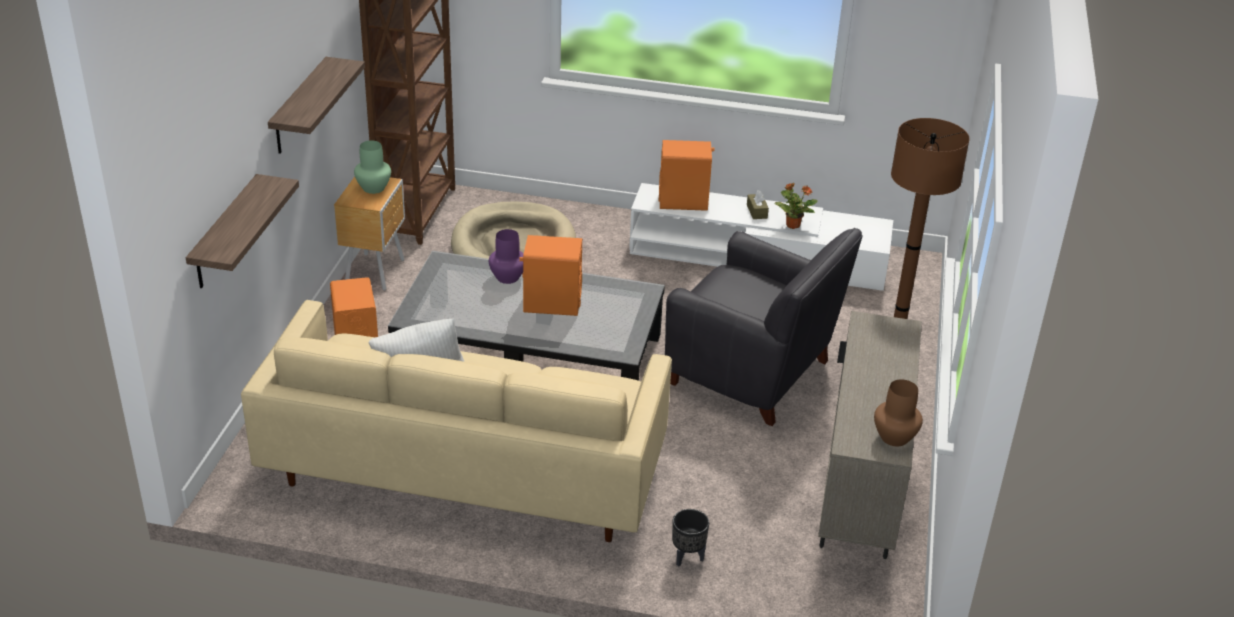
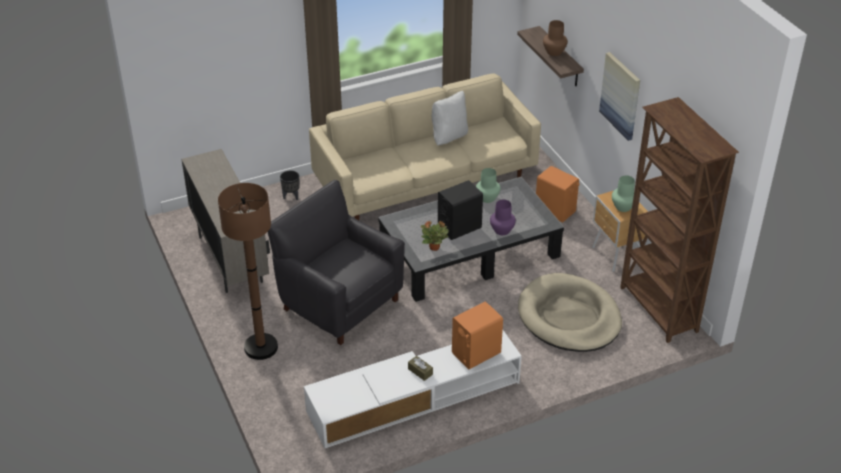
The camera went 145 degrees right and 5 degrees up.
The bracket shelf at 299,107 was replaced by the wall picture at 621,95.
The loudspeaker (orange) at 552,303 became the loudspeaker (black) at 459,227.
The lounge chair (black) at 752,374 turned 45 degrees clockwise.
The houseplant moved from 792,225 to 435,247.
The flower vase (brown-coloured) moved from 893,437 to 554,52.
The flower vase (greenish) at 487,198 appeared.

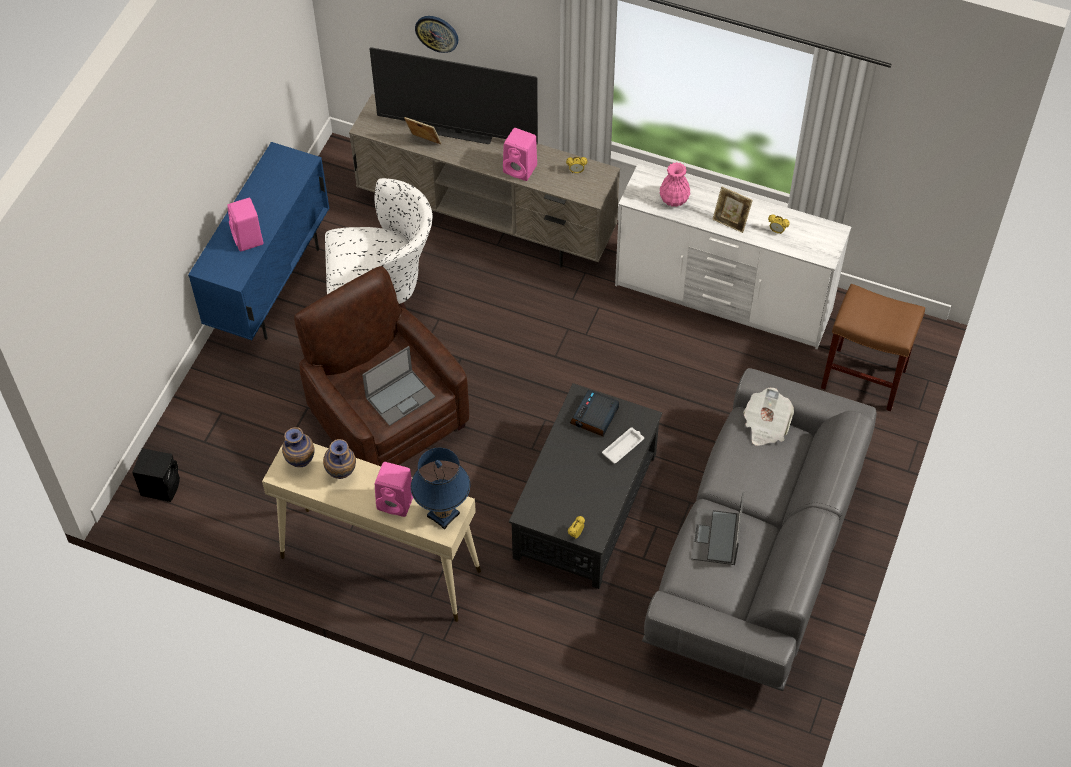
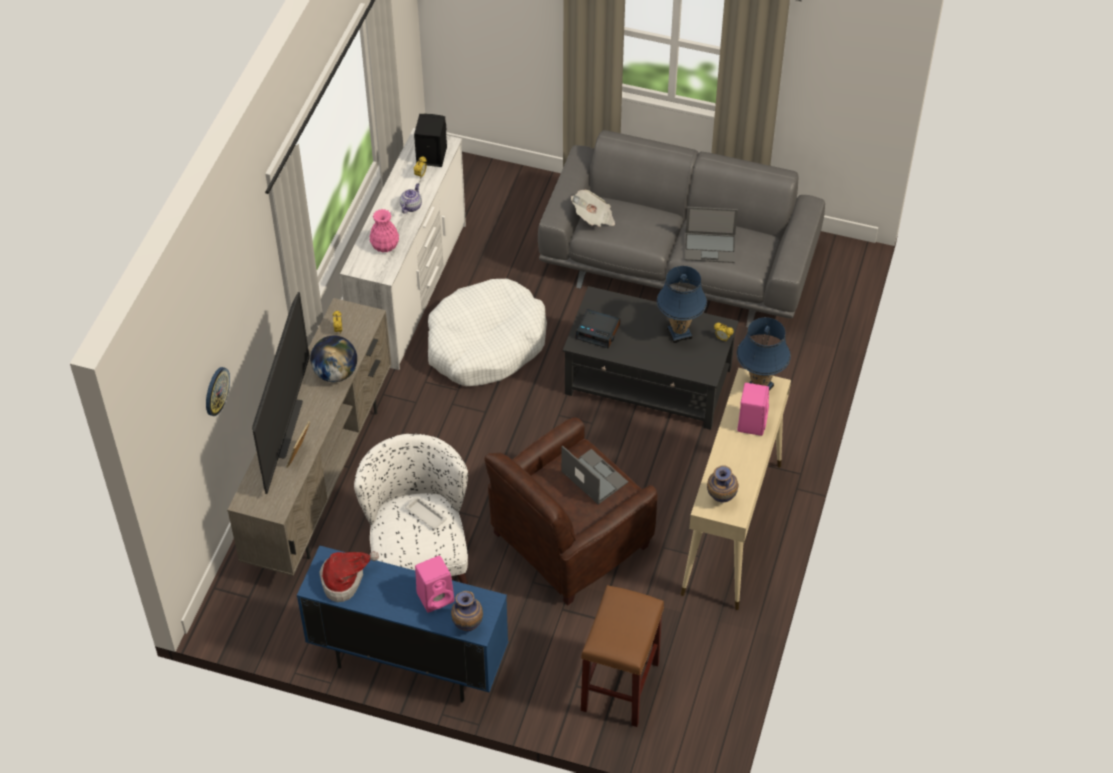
The camera went 95 degrees left and 5 degrees down.
The loudspeaker (black) moved from 161,486 to 430,155.
The flower vase moved from 342,474 to 468,626.
The loudspeaker (pink) at 521,169 was replaced by the world globe at 335,373.
The carrying tray (whitish) moved from 623,446 to 425,514.
The photo frame at 730,222 was replaced by the pot for tea at 411,206.
The stool seat (brown-coloured) moved from 862,378 to 620,687.
The hat at 345,580 appeared.
The dog bed (whitish) at 485,344 appeared.
The tabletop lamp (blue-coloured) at 679,333 appeared.

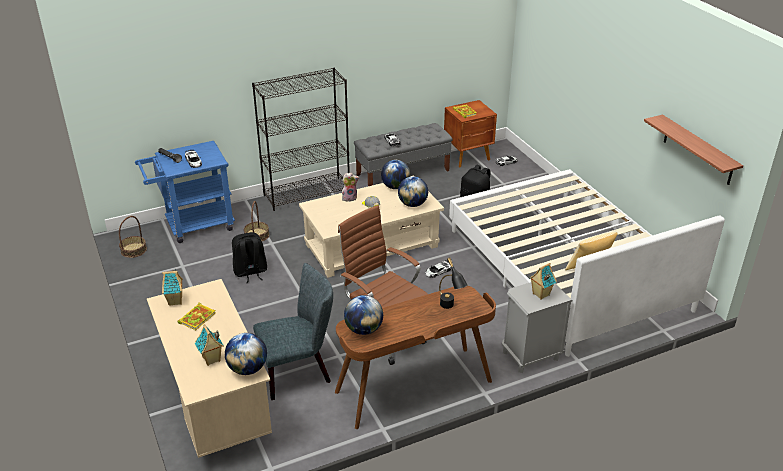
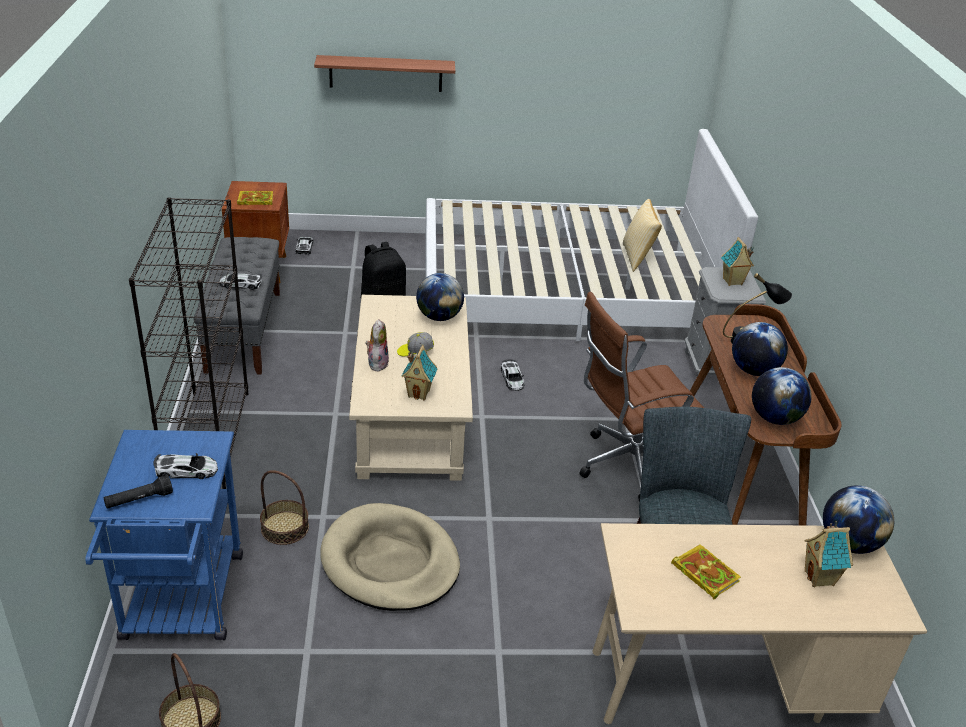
The camera went 70 degrees left and 0 degrees up.
The toy house moved from 176,301 to 419,393.
The knapsack (black) at 250,272 was replaced by the dog bed (sand-coloured) at 390,562.
The world globe moved from 395,187 to 754,371.
The bracket shelf moved from 698,150 to 386,73.

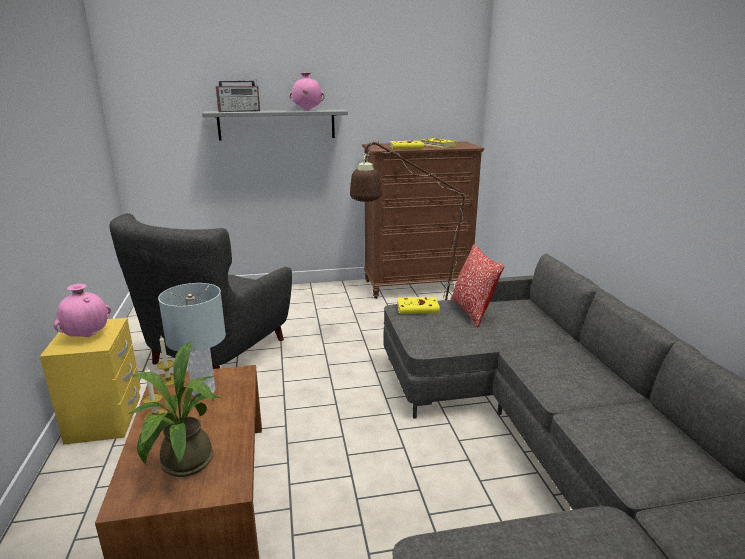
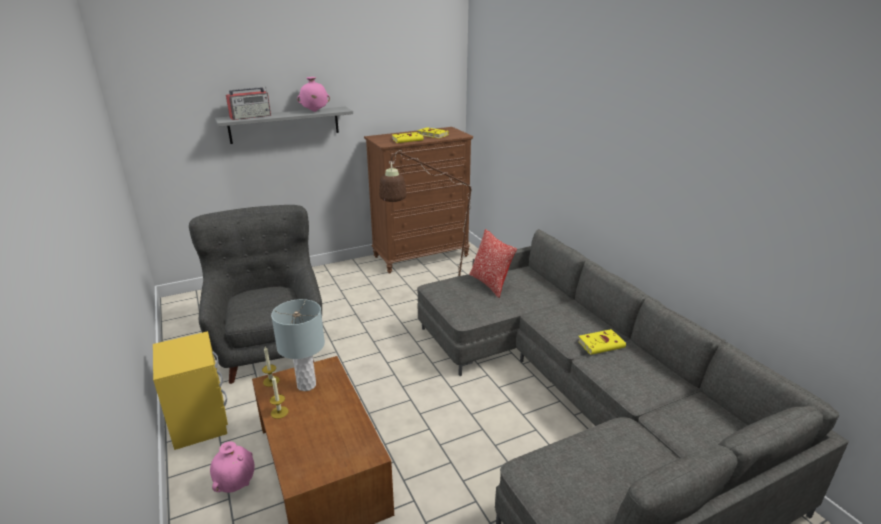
The camera went 15 degrees left and 5 degrees up.
The flower vase (pink) moved from 88,336 to 236,484.
The lounge chair (gray) at 217,353 turned 150 degrees clockwise.
The houseplant at 183,466 disappeared.
The volume (yellowish) moved from 419,308 to 602,344.

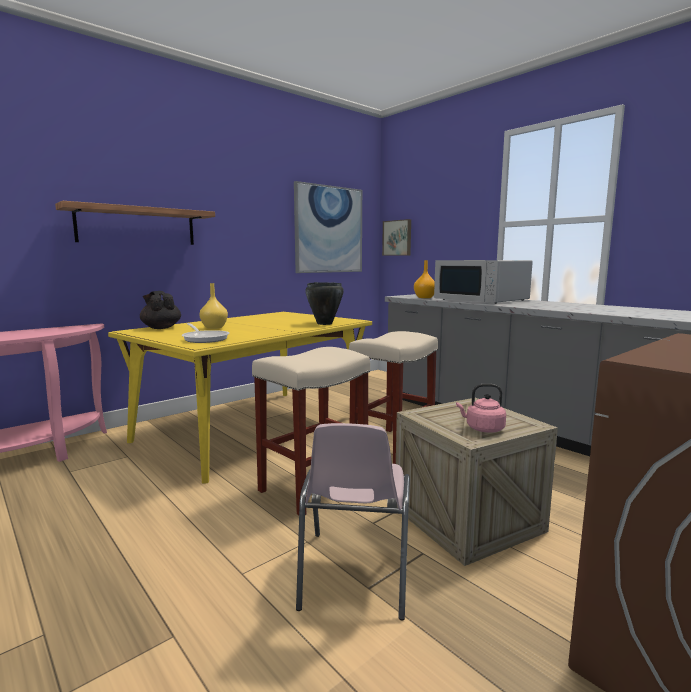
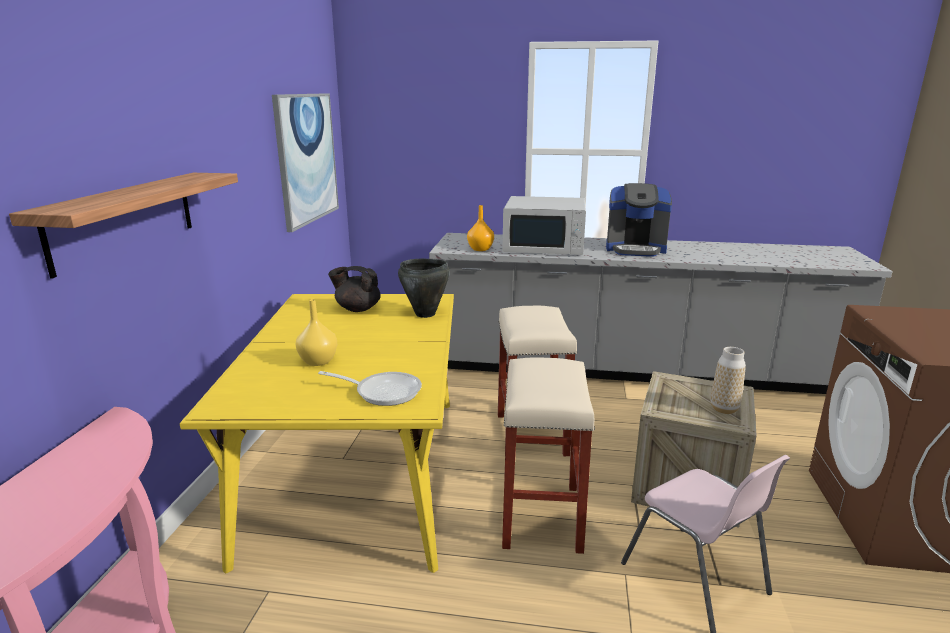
The camera went 40 degrees left and 10 degrees up.
The pot for tea (black) moved from 161,328 to 357,309.
The wall picture at 397,238 disappeared.
The kettle (pink) at 482,429 was replaced by the flower vase at 724,409.
The coffee machine at 635,249 appeared.

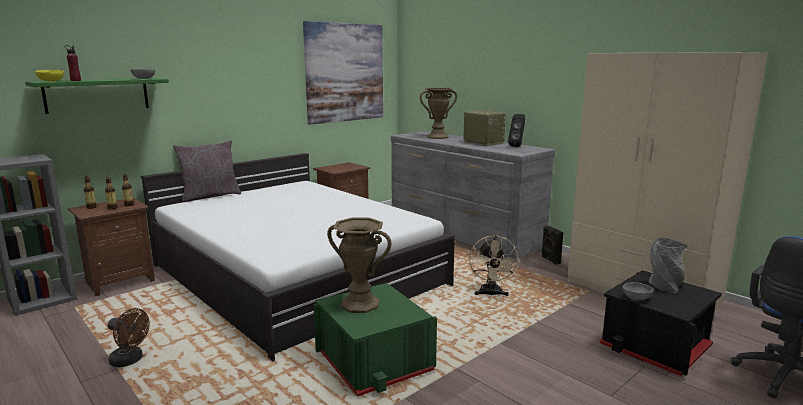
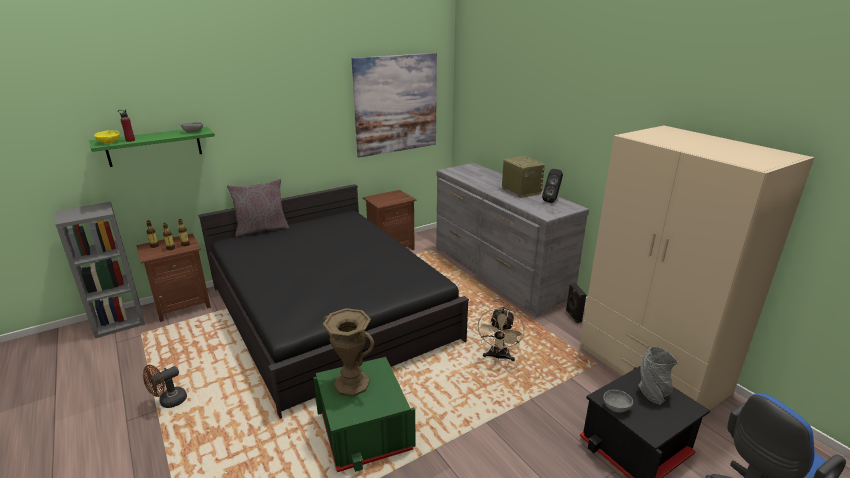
The camera went 10 degrees right and 10 degrees up.
The electric fan (brown-coloured) at 130,360 turned 105 degrees clockwise.
The sleeping bed (whitish) at 295,274 became the sleeping bed (black) at 329,312.
The flower vase (brown-coloured) at 437,137 disappeared.

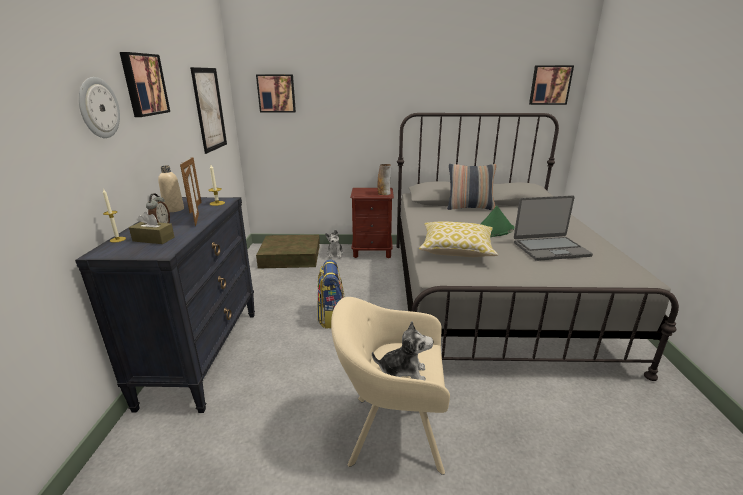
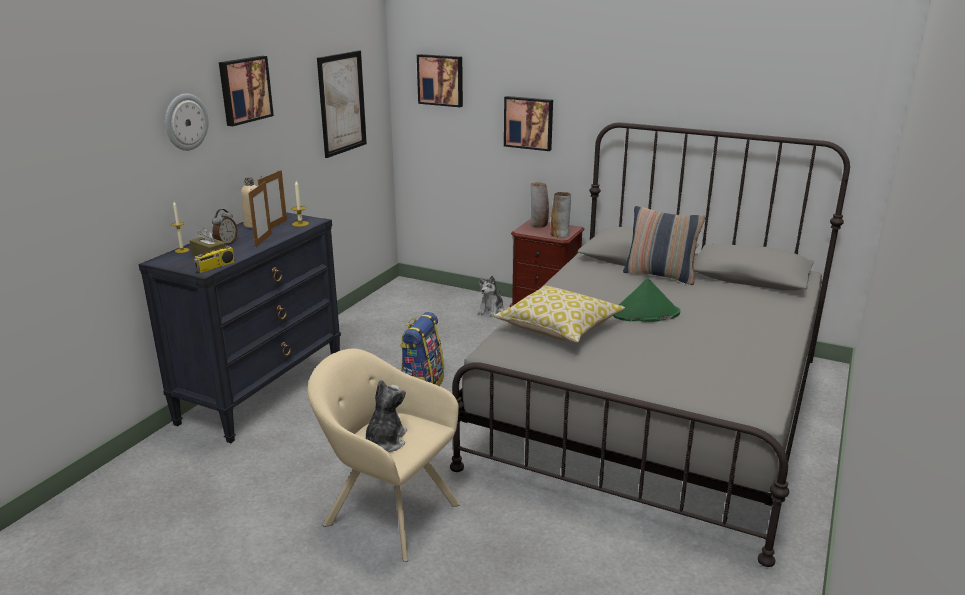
The camera went 25 degrees right and 0 degrees up.
The storage bin (brown-coloured) at 290,256 disappeared.
The cuddly toy at 403,373 turned 105 degrees counterclockwise.
The notebook computer at 550,249 disappeared.
The wall picture moved from 550,85 to 529,123.
The radio at 215,267 appeared.
The flower vase at 538,225 appeared.

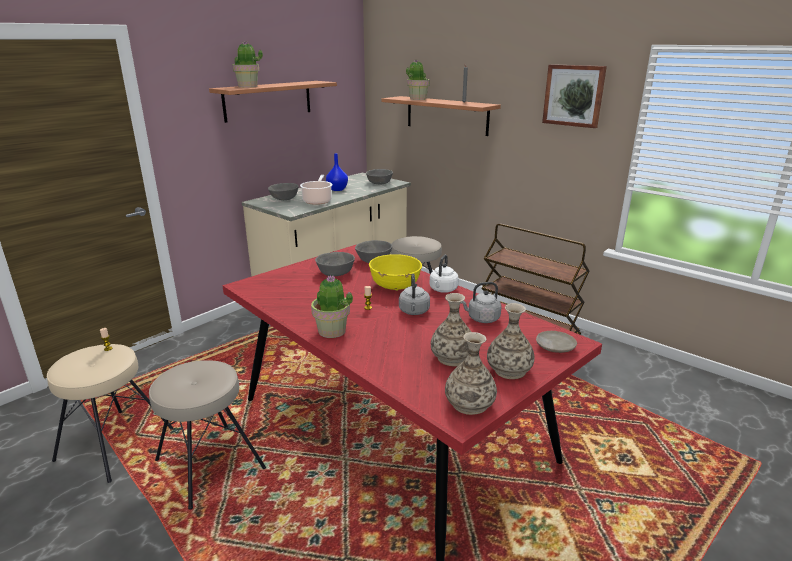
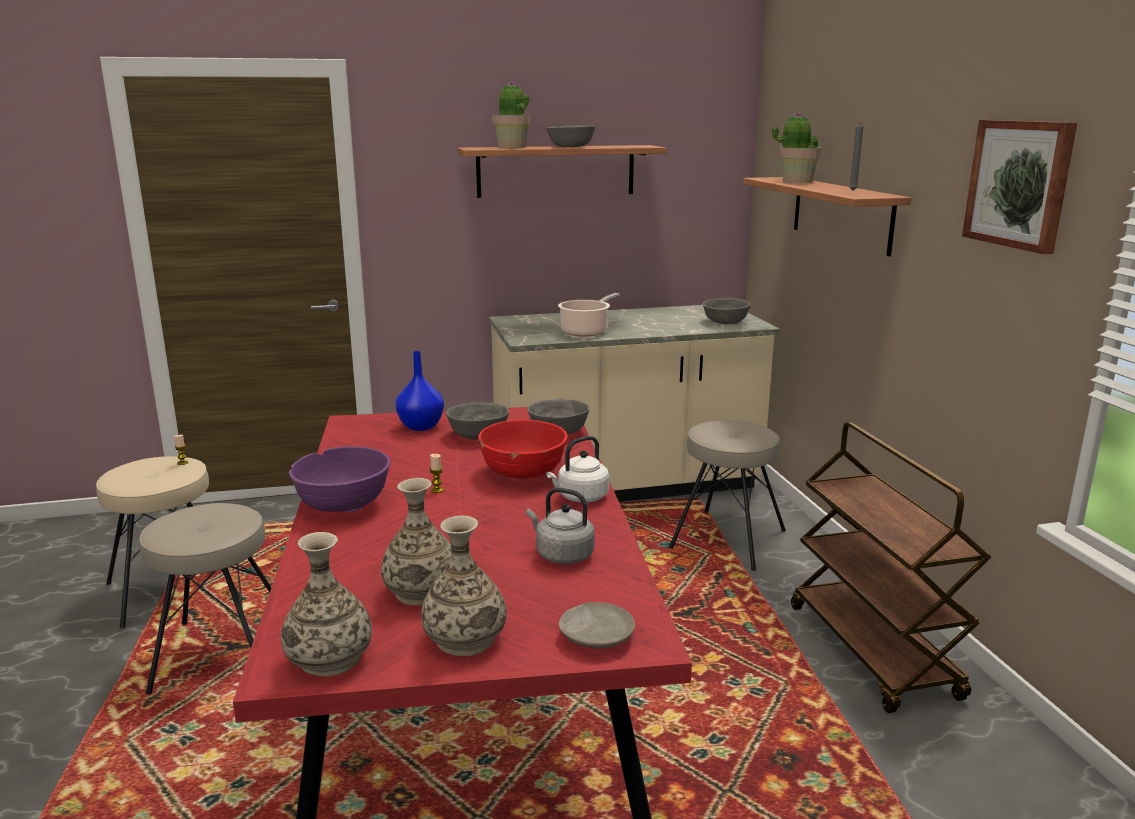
The camera went 35 degrees right and 5 degrees down.
The deep dish (gray) moved from 284,198 to 570,147.
The houseplant at 332,331 was replaced by the deep dish (purple-coloured) at 343,505.
The flower vase (blue-coloured) moved from 337,189 to 421,427.
The deep dish (yellowish) at 395,286 became the deep dish (red-coloured) at 523,473.
The kettle (gray) at 414,312 disappeared.

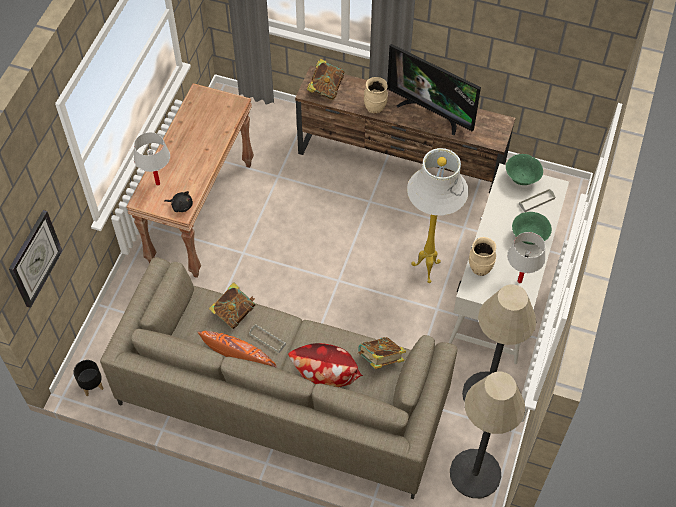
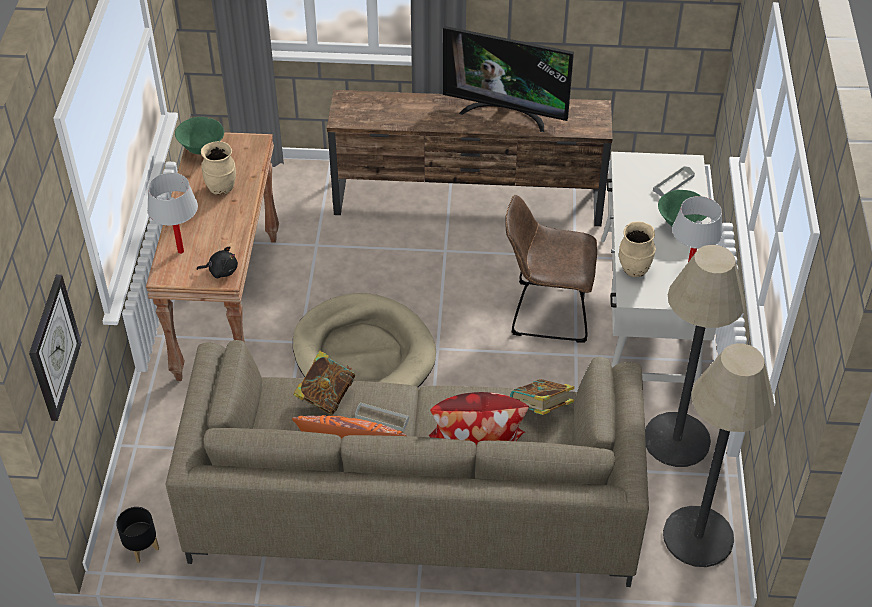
The camera went 15 degrees left and 10 degrees down.
The volume at 325,89 disappeared.
The flower vase (sand-coloured) moved from 375,108 to 222,188.
The floor lamp (whitish) at 427,268 was replaced by the plain chair (brown-coloured) at 546,311.
The deep dish (greenish) moved from 521,179 to 202,149.
The dog bed (sand-coloured) at 363,354 appeared.

